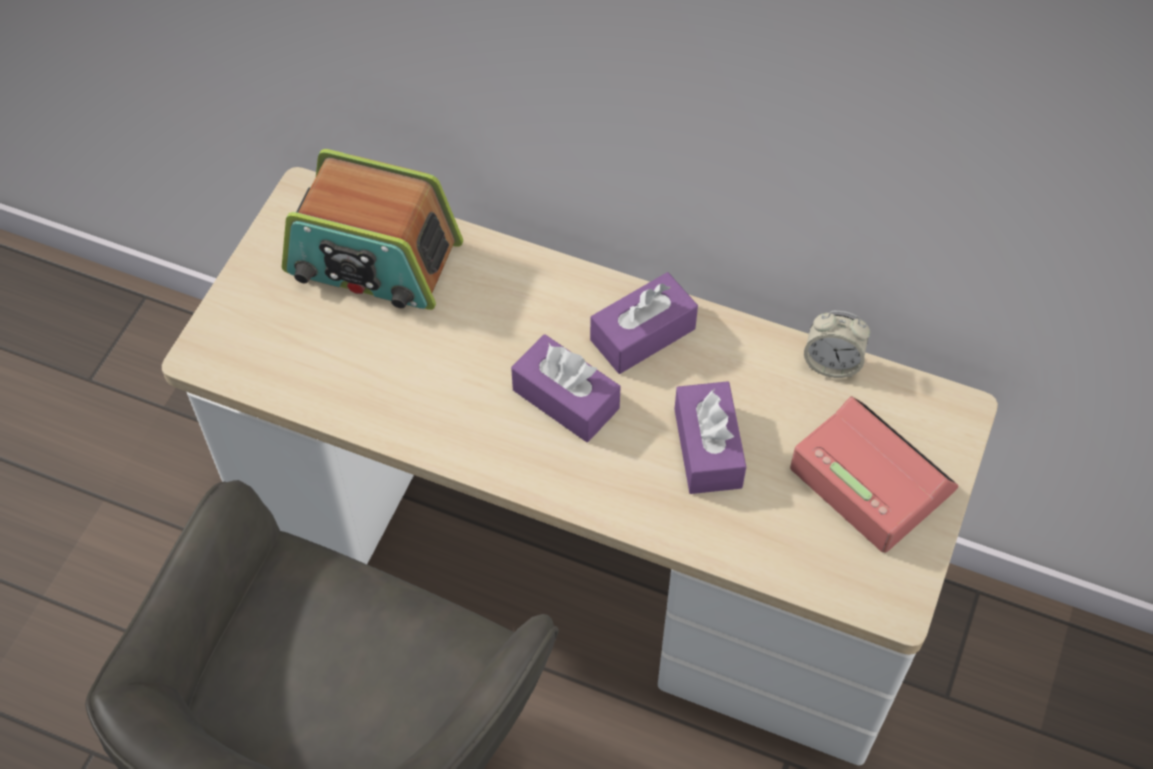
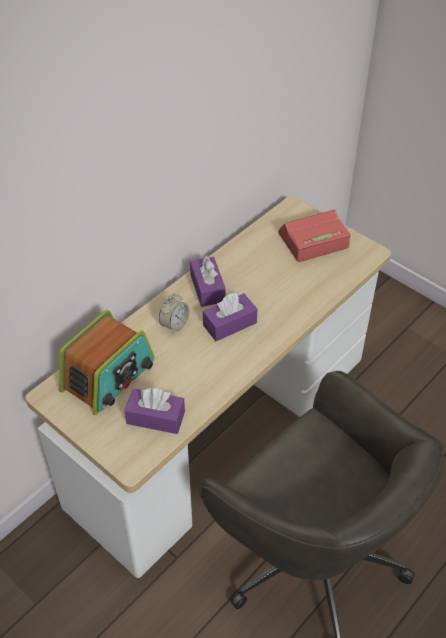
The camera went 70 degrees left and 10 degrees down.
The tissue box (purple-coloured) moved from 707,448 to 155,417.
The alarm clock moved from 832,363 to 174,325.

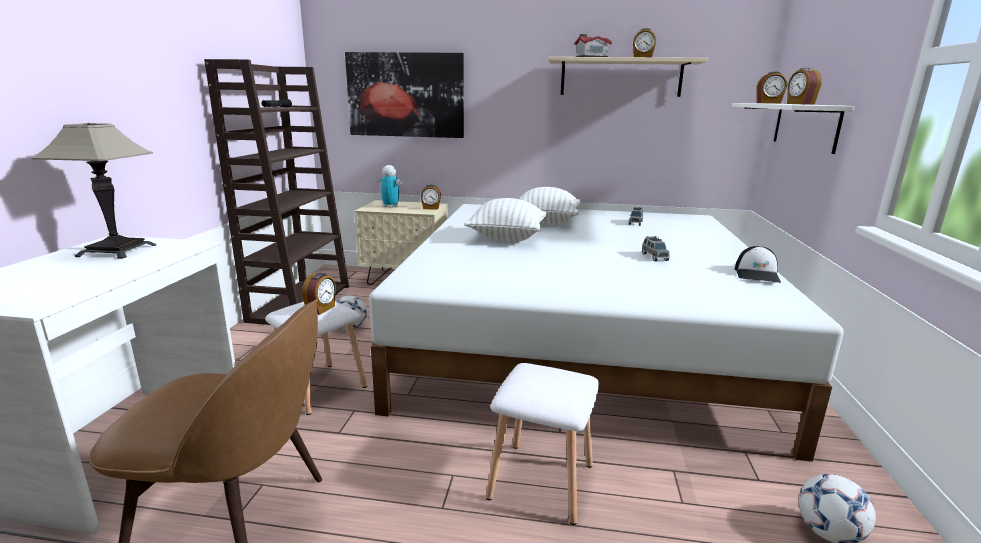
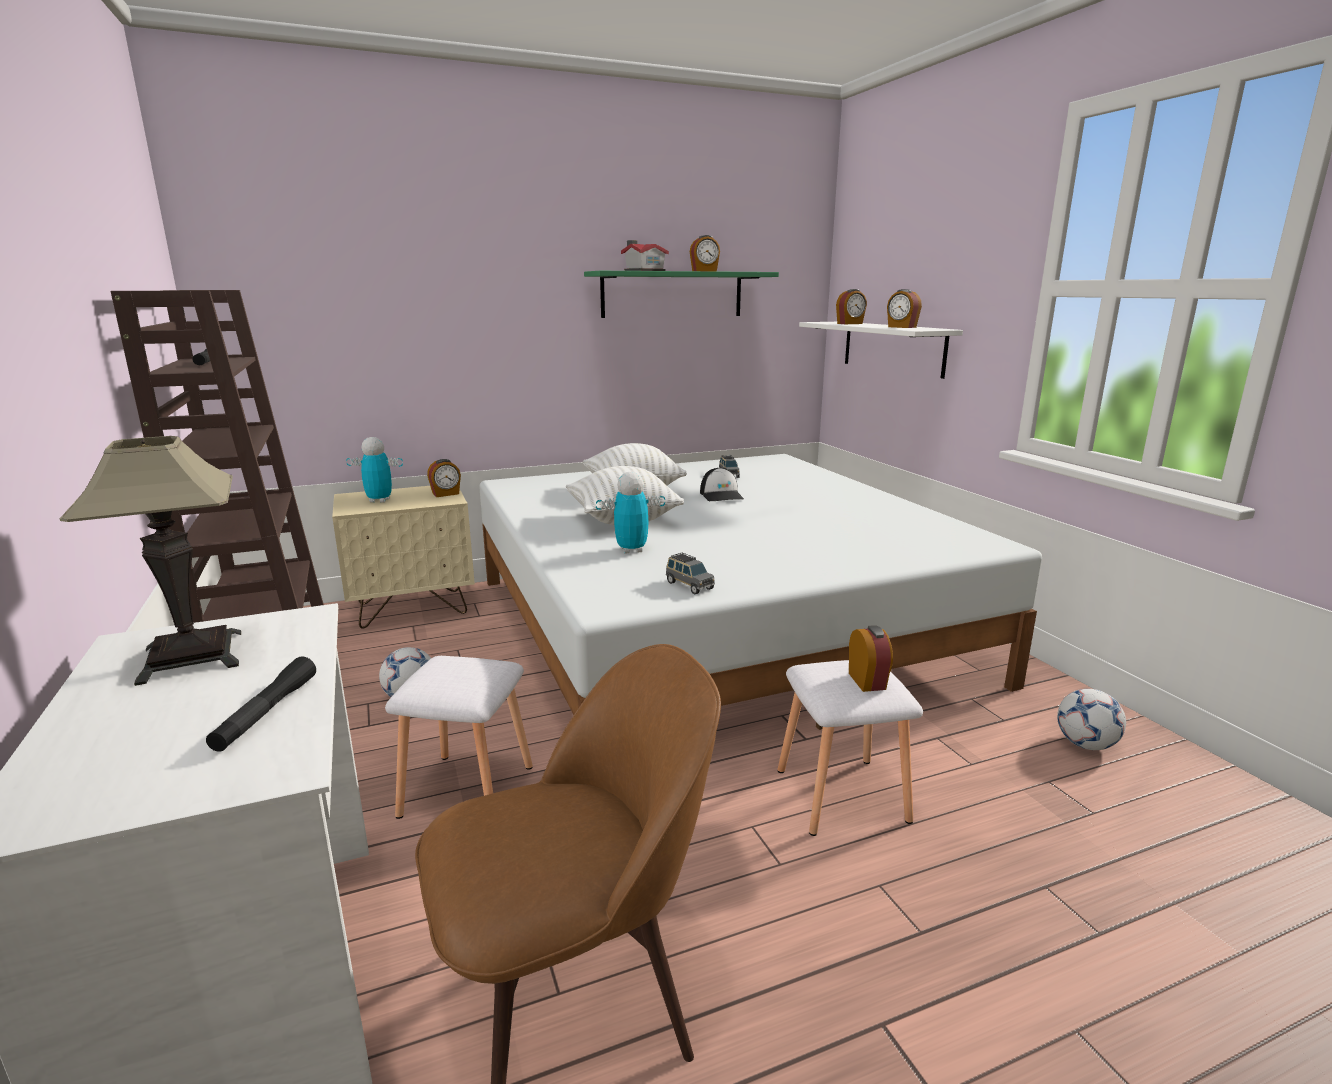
The camera went 30 degrees left and 0 degrees up.
The alarm clock moved from 321,309 to 868,681.
The wall picture at 405,95 disappeared.
The bracket shelf (sand-coloured) at 621,78 became the bracket shelf (greenish) at 672,294.
The toy car (gray) moved from 654,257 to 689,585.
The cap moved from 757,274 to 722,495.
The flashlight (black) at 266,713 appeared.
The toy robot at 631,550 appeared.

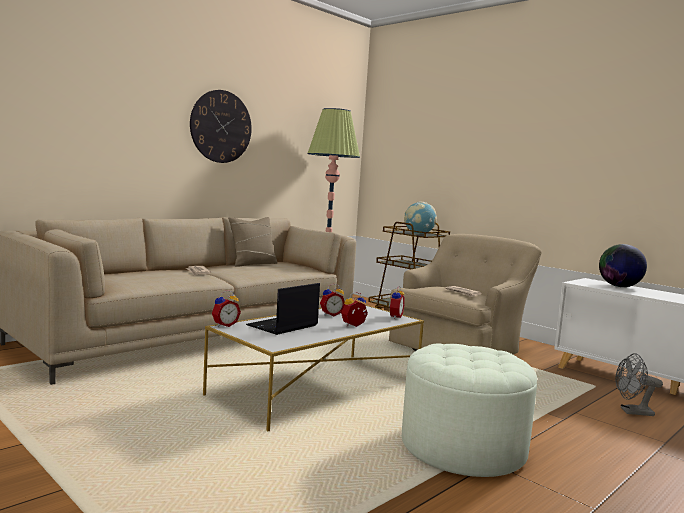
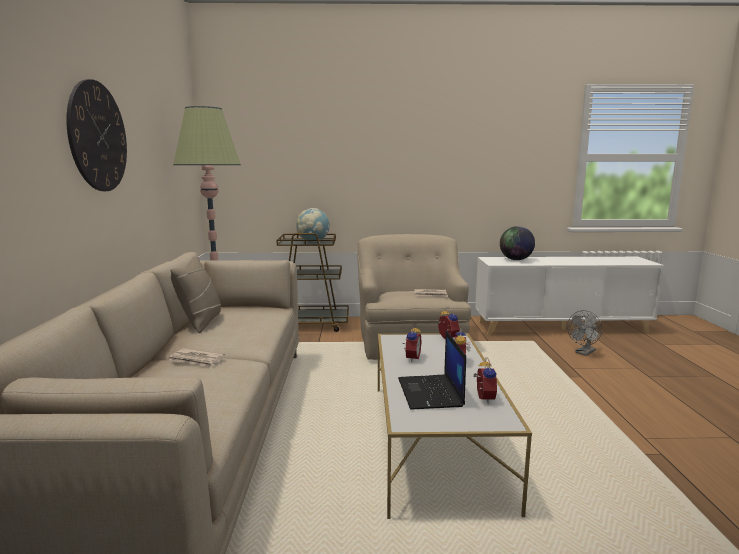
The camera went 45 degrees left and 5 degrees up.
The alarm clock moved from 224,325 to 483,398.
The footrest (whitish) at 463,447 disappeared.

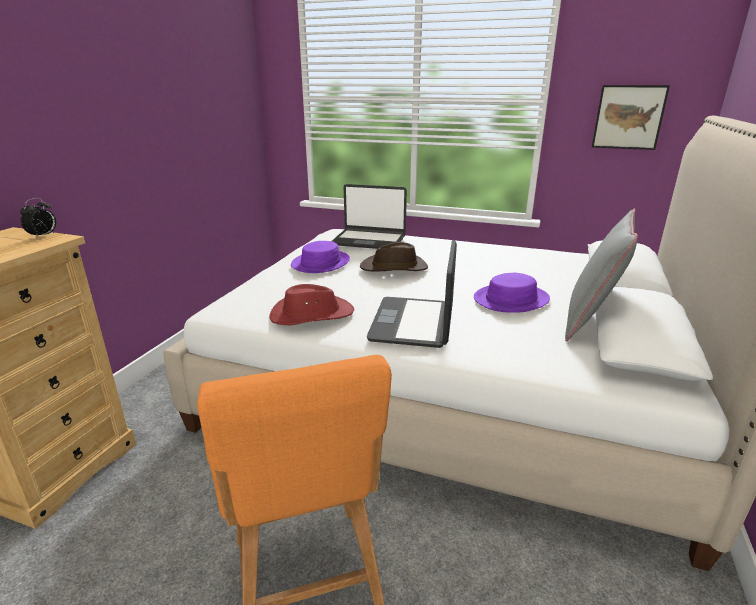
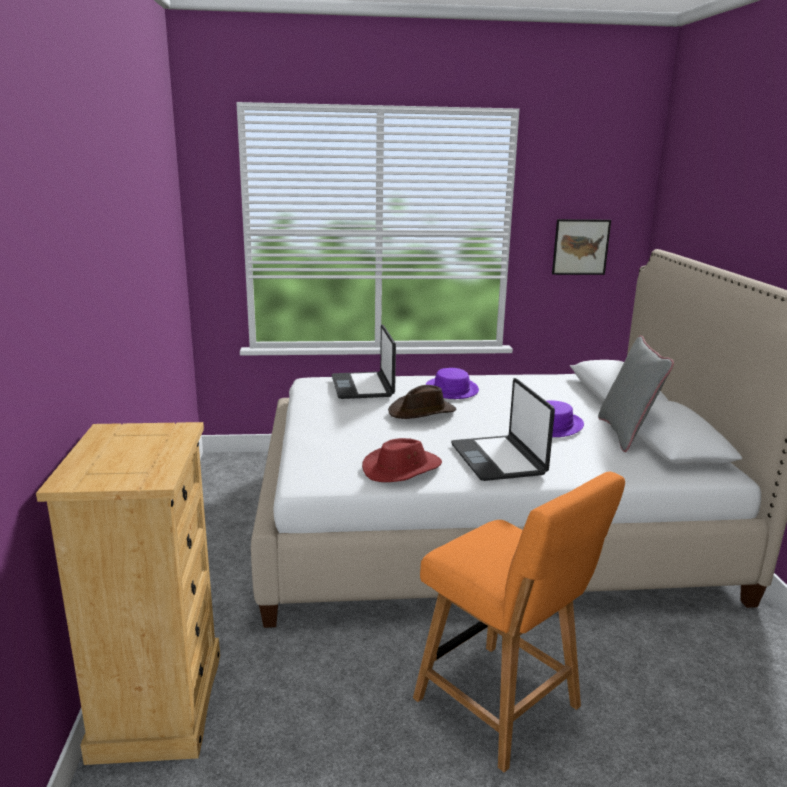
The camera went 25 degrees left and 5 degrees down.
The alarm clock at 43,236 disappeared.
The hat (purple-coloured) moved from 321,263 to 452,389.
The notebook computer at 369,240 turned 90 degrees clockwise.

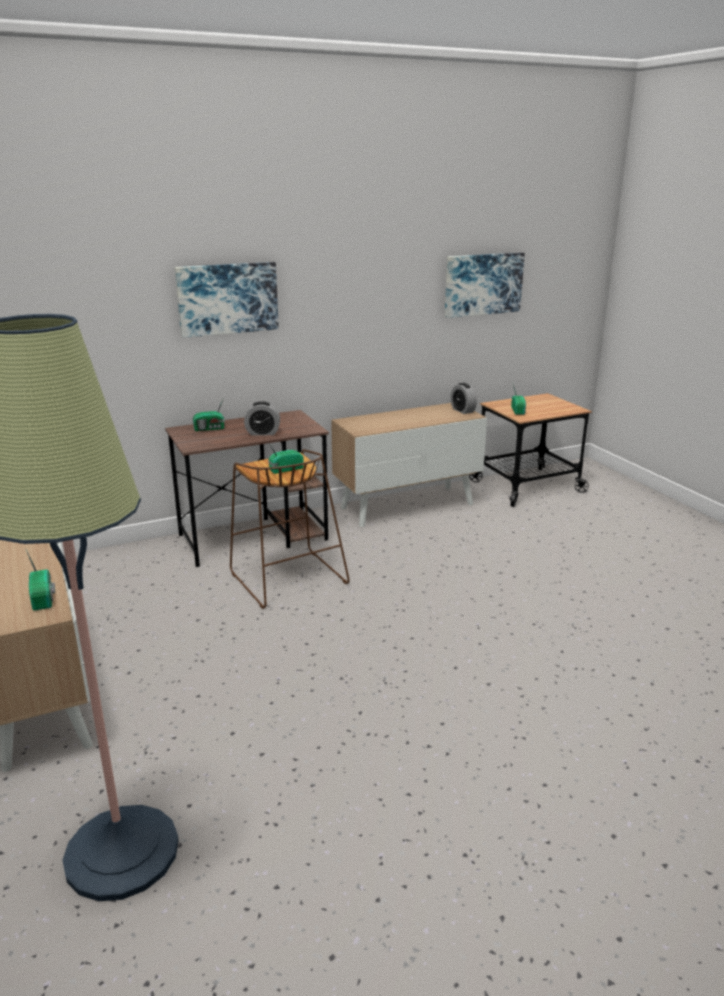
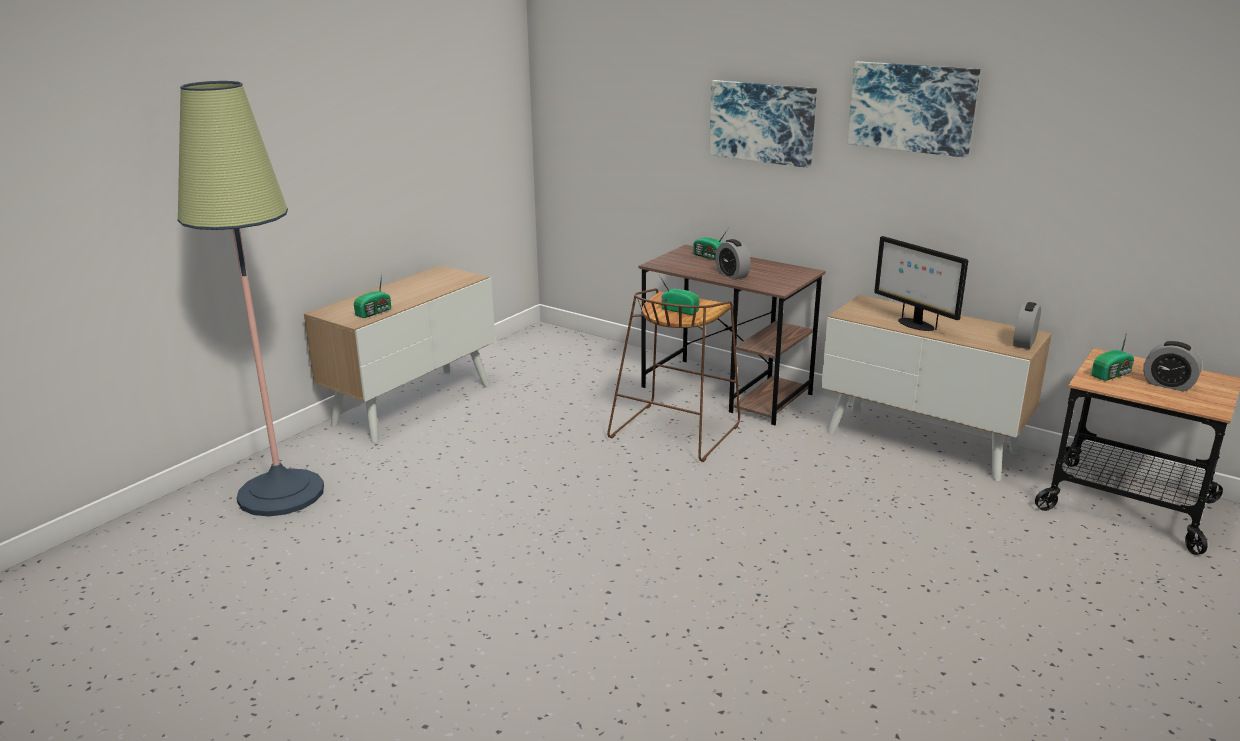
The camera went 60 degrees right and 0 degrees up.
The wall picture moved from 482,284 to 912,107.
The computer display at 915,324 appeared.
The alarm clock at 1168,385 appeared.

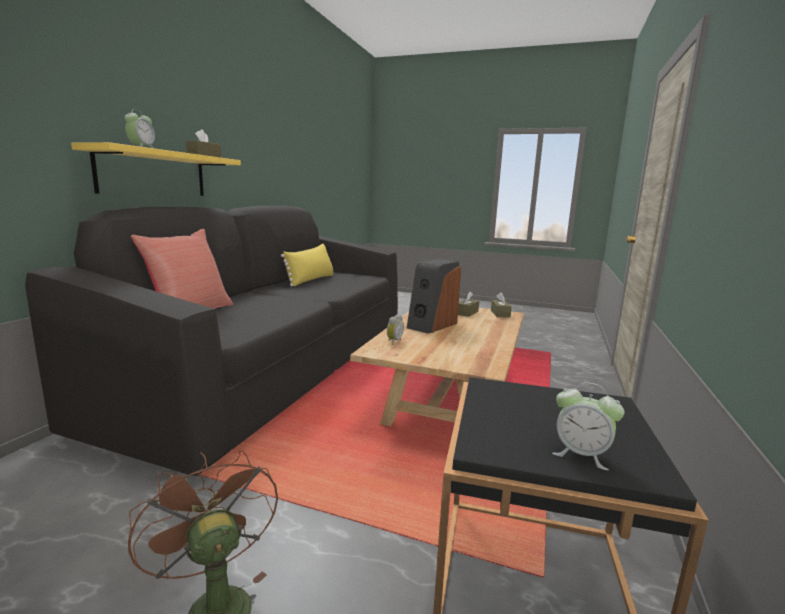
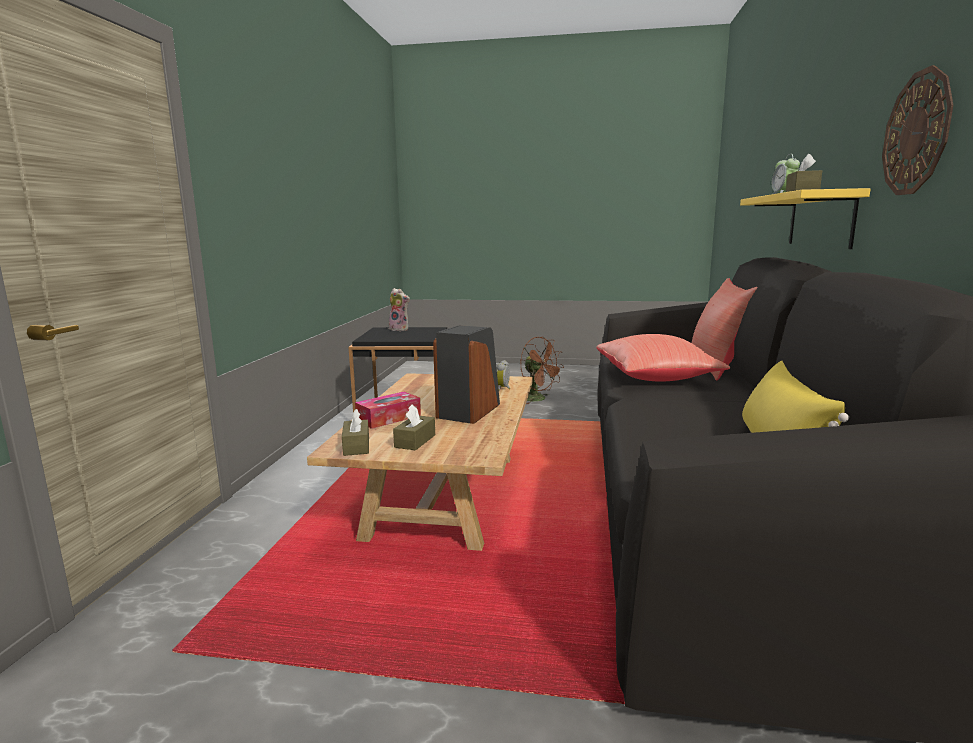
The camera went 170 degrees right and 0 degrees up.
The alarm clock at 581,455 was replaced by the cuddly toy at 400,329.
The tissue box at 388,418 appeared.
The throw pillow (red-coloured) at 656,378 appeared.
The clock on the wall at 917,133 appeared.

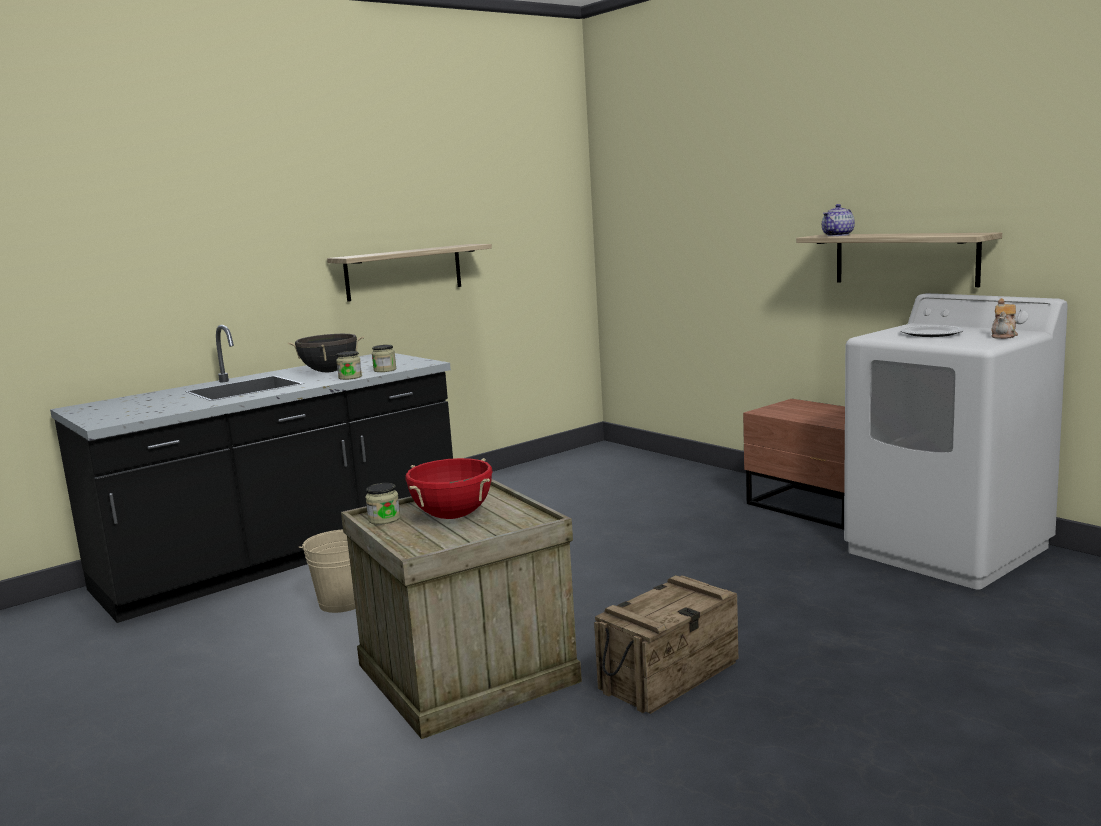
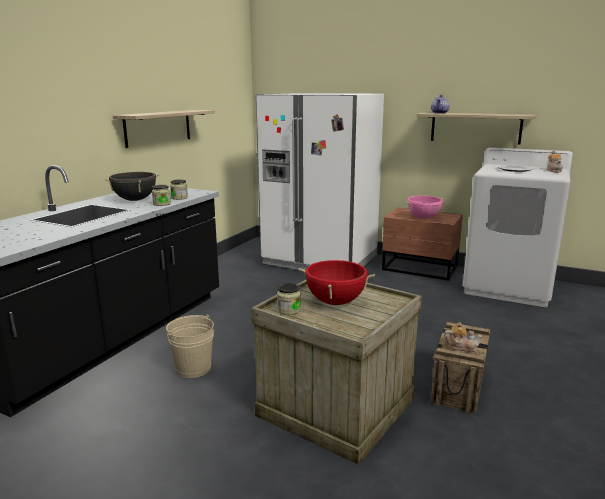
The camera went 25 degrees left and 5 degrees up.
The fridge (whitish) at 320,260 appeared.
The cooking pot (pink) at 424,218 appeared.
The pot for tea at 461,347 appeared.

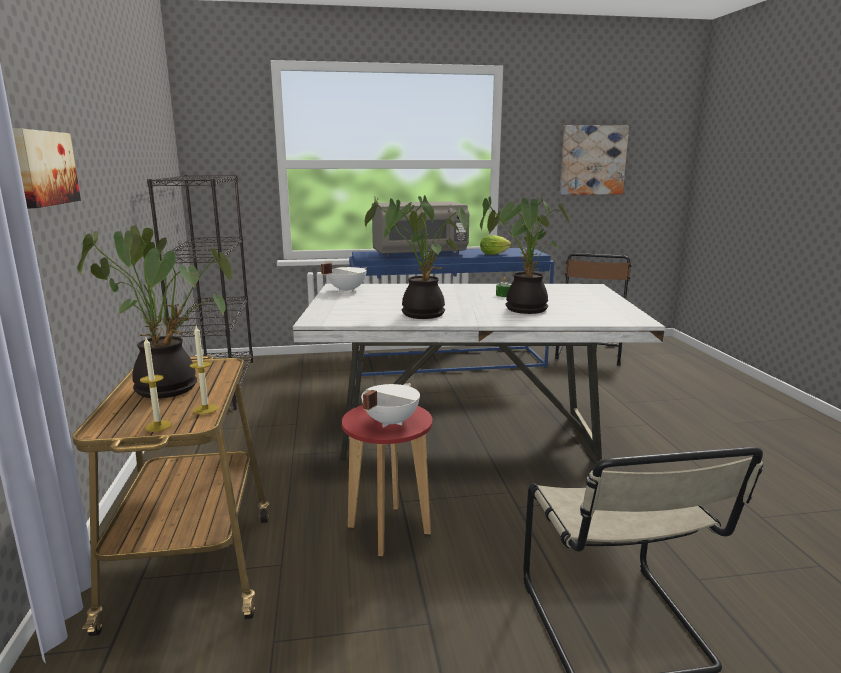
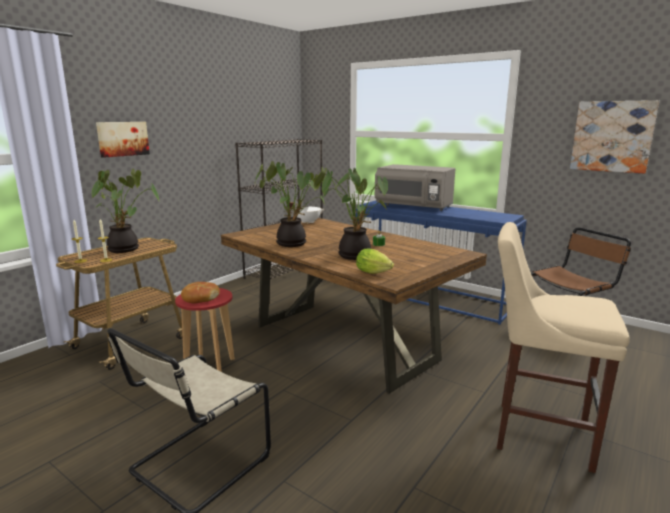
The camera went 45 degrees right and 0 degrees up.
The kitchen table (whitish) at 468,435 became the kitchen table (brown-coloured) at 344,343.
The cooking pot (whitish) at 389,422 was replaced by the bakery bread at 200,298.
The lettuce head moved from 495,254 to 375,273.
The stool seat (sand-coloured) at 536,432 appeared.

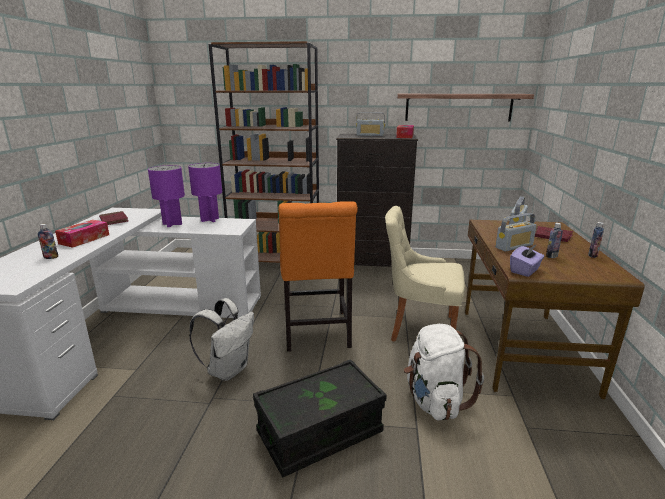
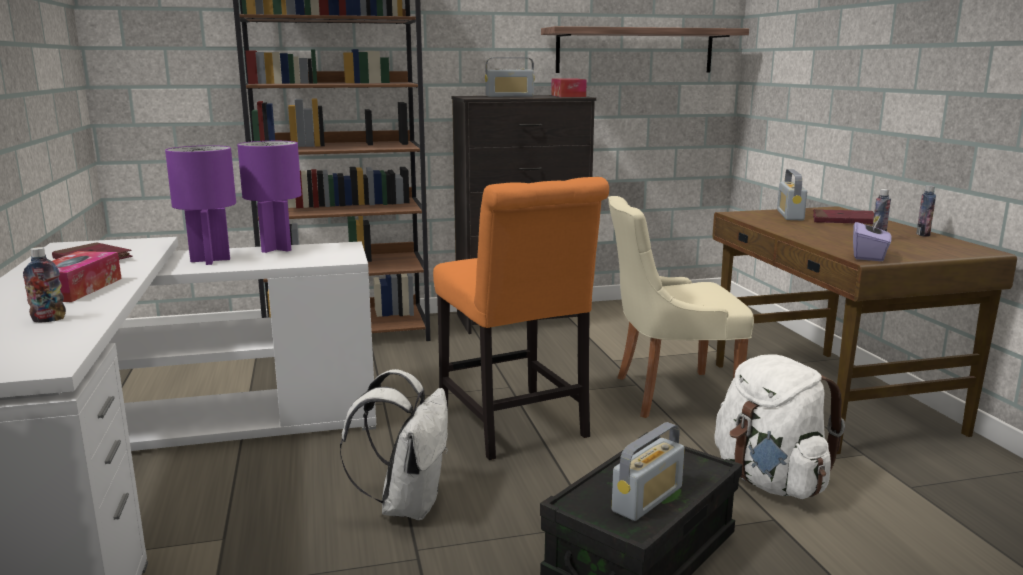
The camera went 20 degrees left and 5 degrees down.
The radio moved from 514,246 to 647,499.

